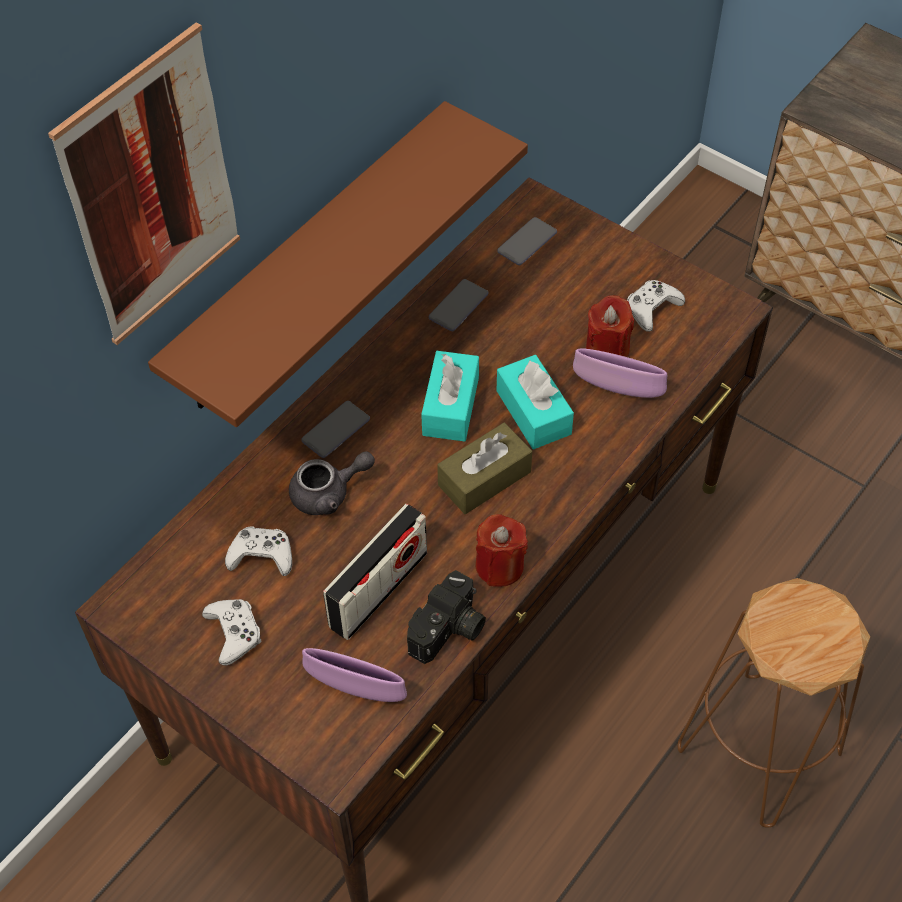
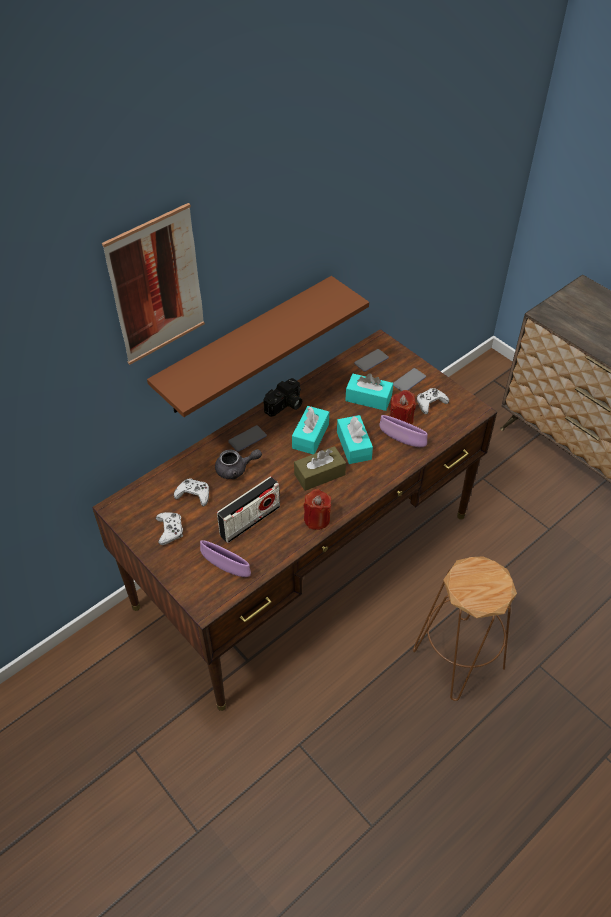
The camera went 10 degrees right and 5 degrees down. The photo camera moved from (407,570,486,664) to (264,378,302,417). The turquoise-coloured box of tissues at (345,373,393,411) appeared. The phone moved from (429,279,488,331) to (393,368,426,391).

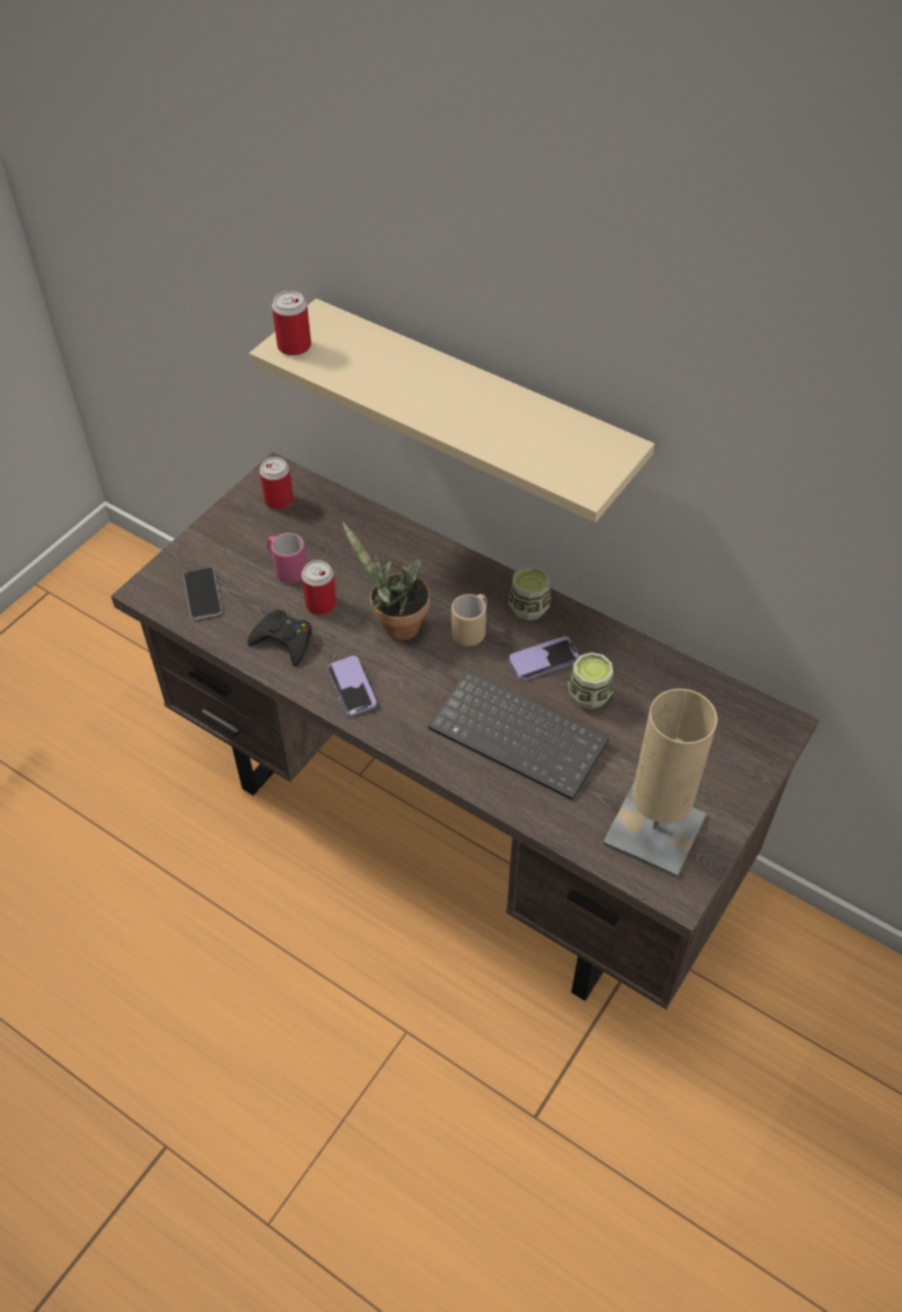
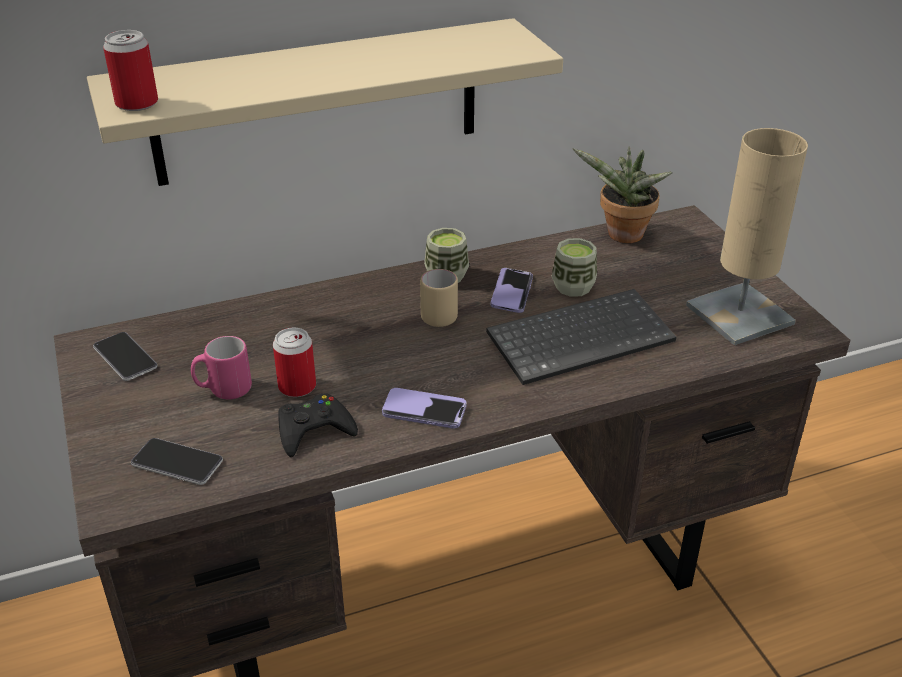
The camera went 55 degrees left and 15 degrees down. The sealed can at (259,457,293,510) was replaced by the phone at (93,332,158,381). The potted plant moved from (342,522,430,641) to (572,146,673,243).

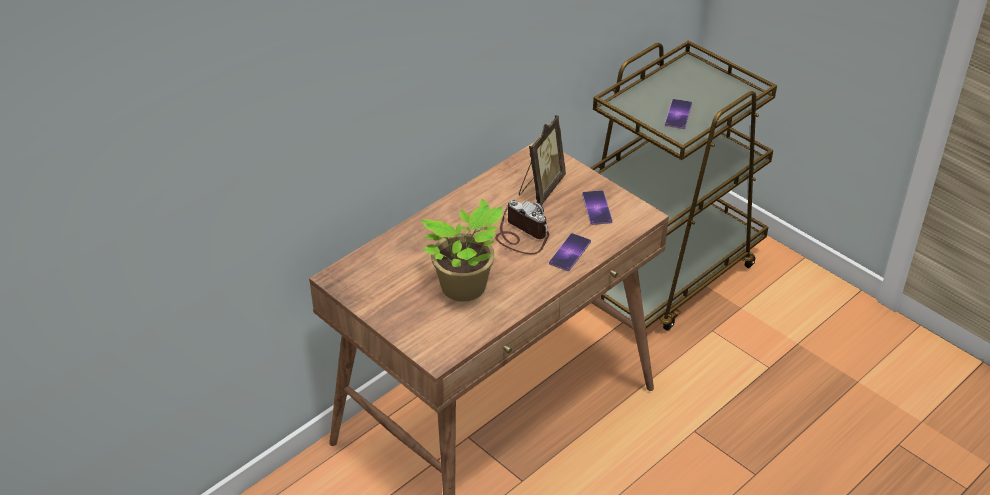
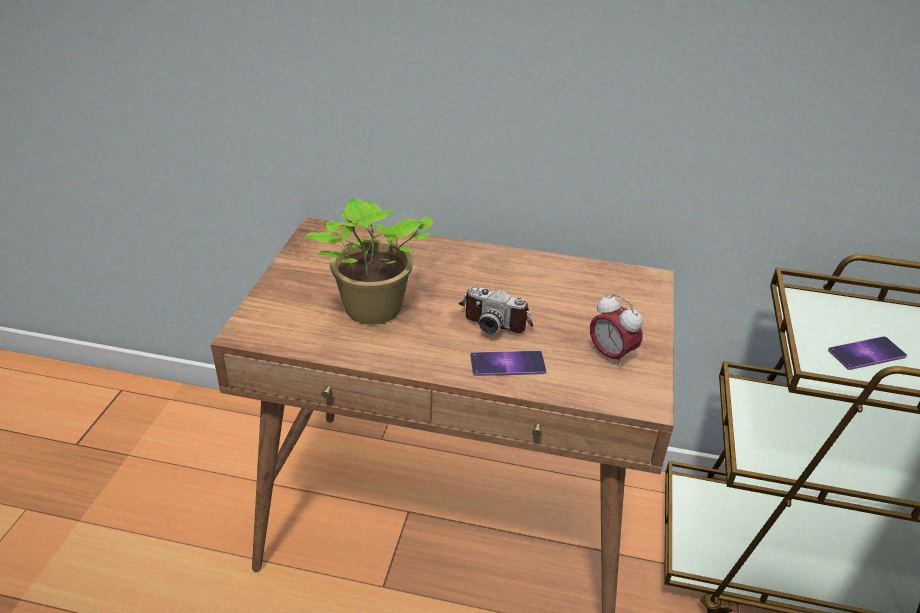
The camera went 55 degrees right and 5 degrees down. The photo camera at (495,200,550,254) turned 105 degrees clockwise. The phone at (582,190,613,225) was replaced by the bedside clock at (590,293,643,368). The standing frame at (519,115,566,205) disappeared.

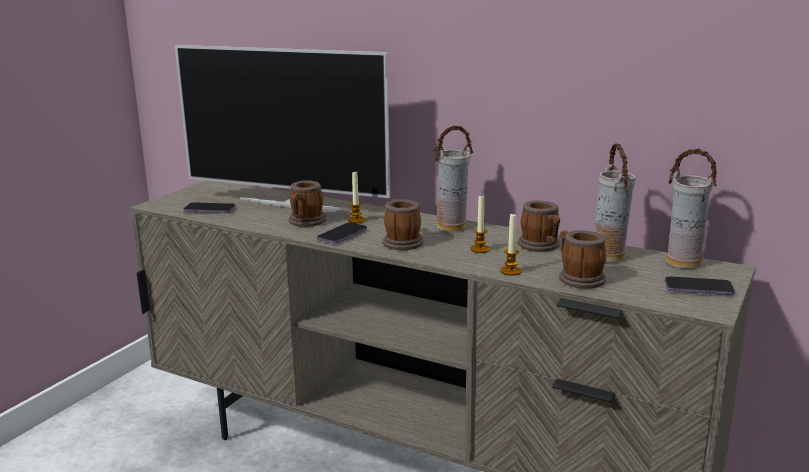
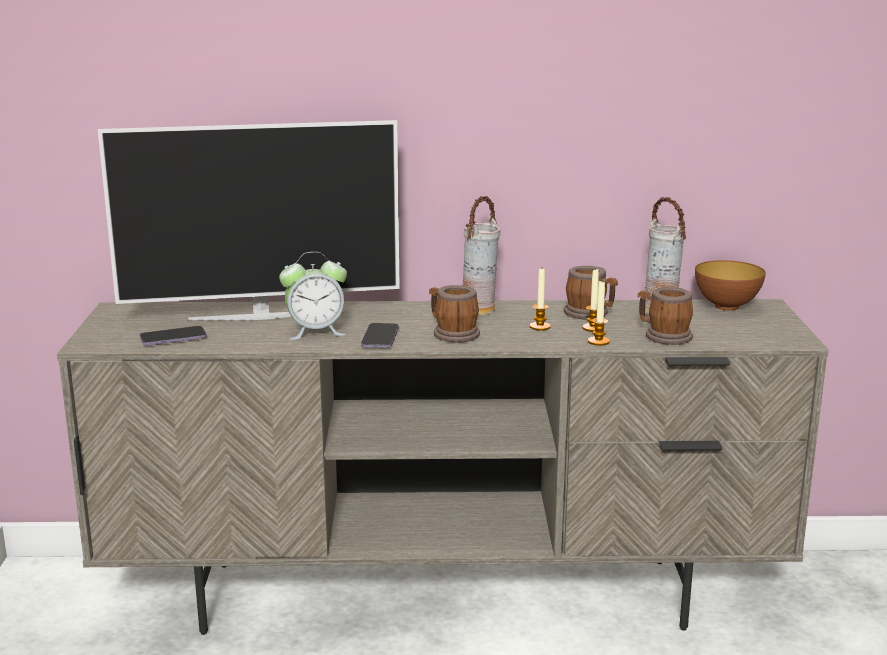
The camera went 30 degrees left and 0 degrees up. The tea mug at (289,180,327,227) was replaced by the bedside clock at (279,252,347,340). The wax light moved from (348,170,365,223) to (582,269,599,332). The decorative vase at (666,149,717,269) was replaced by the deep dish at (695,260,766,311). The phone at (665,276,735,295) disappeared.

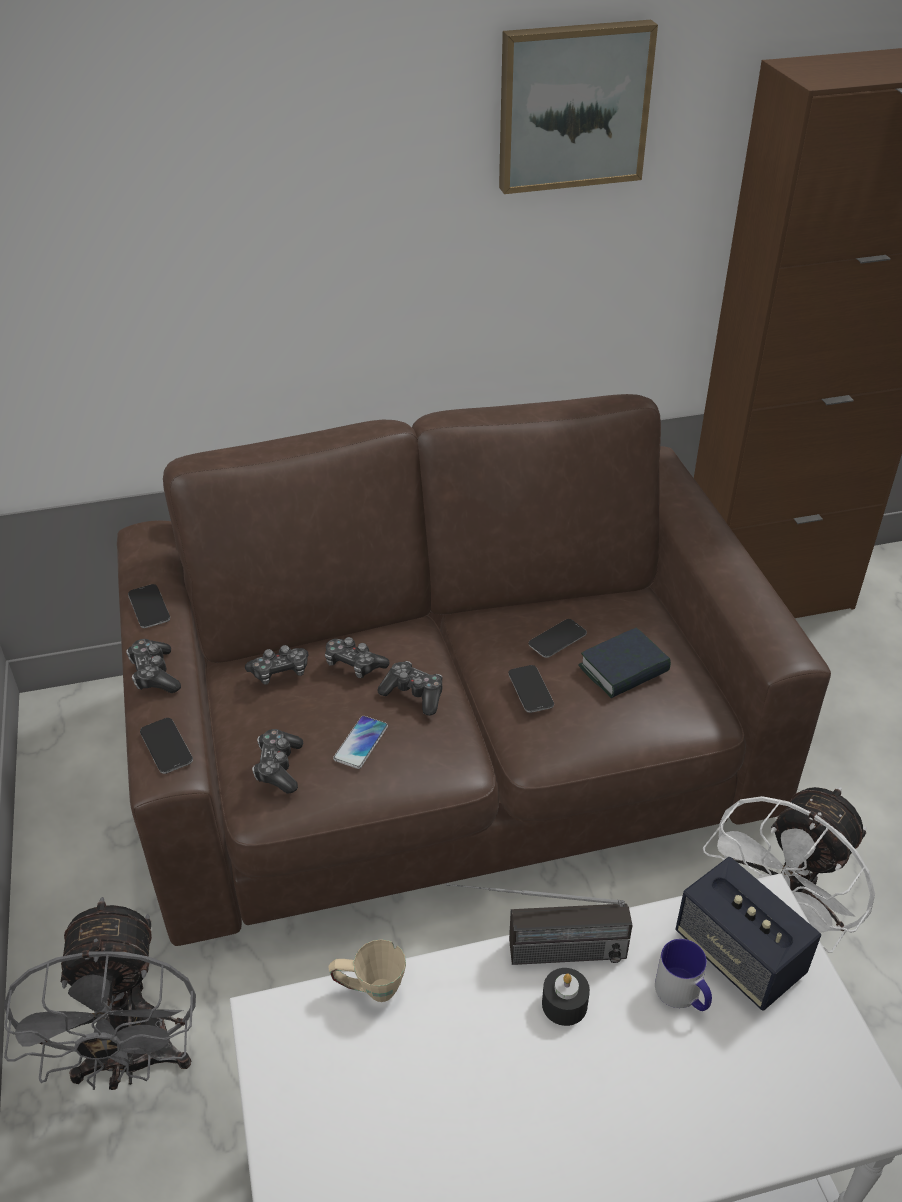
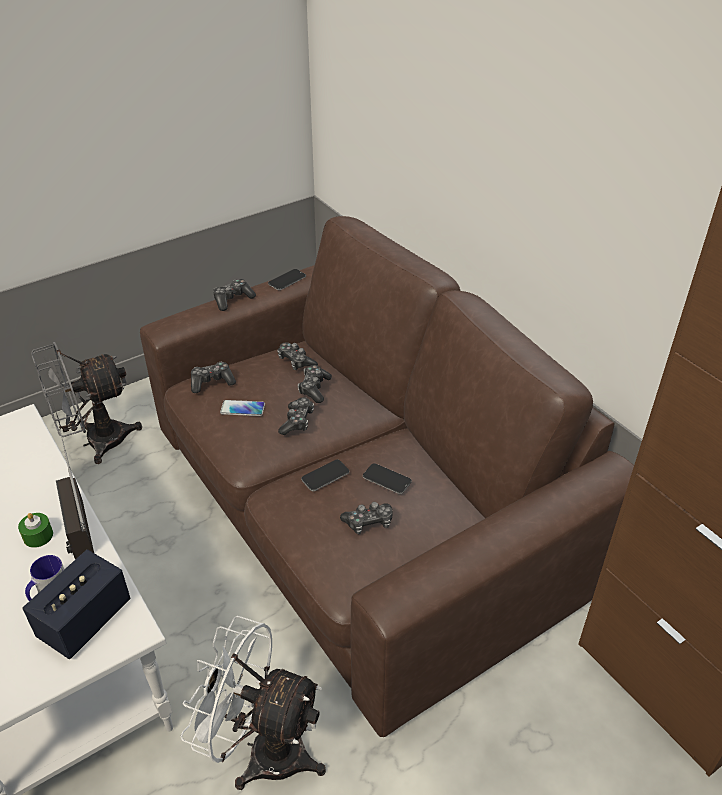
The camera went 70 degrees right and 0 degrees up. The black-coloured wax light at (542,968,590,1026) became the green wax light at (18,513,53,548). The volume at (578,627,671,698) was replaced by the gamepad at (340,502,393,534). The phone at (140,718,193,774) disappeared. The beige tea mug at (329,939,406,1002) disappeared. The wall picture at (499,20,658,194) disappeared.

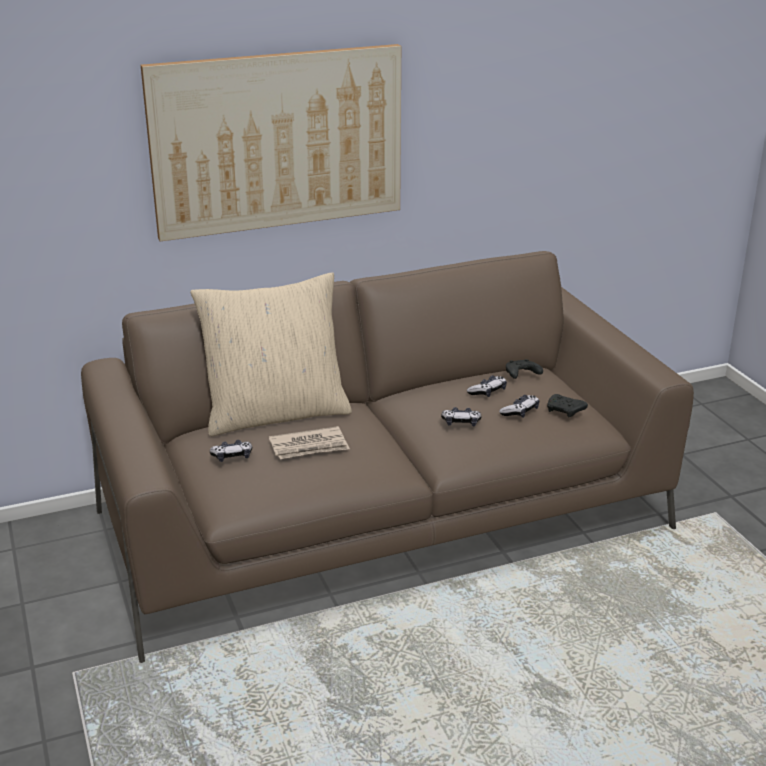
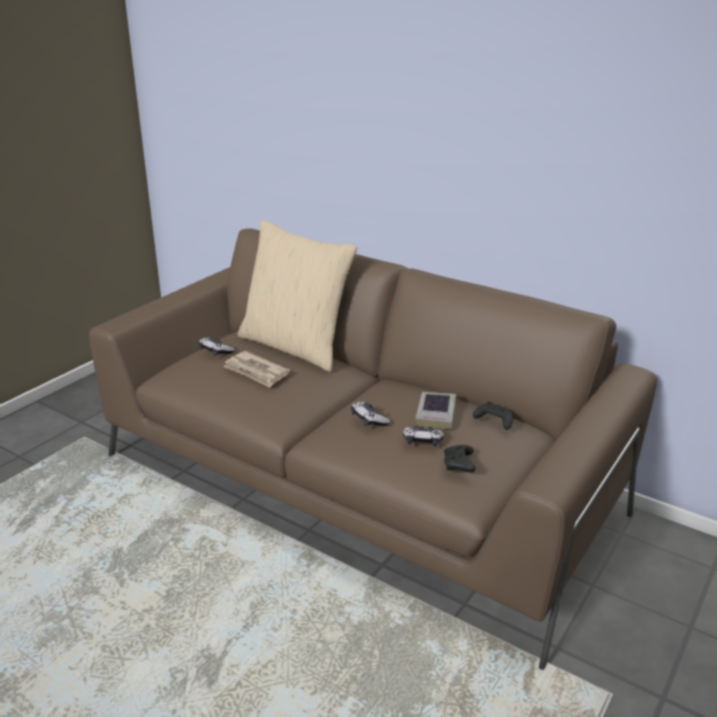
The camera went 55 degrees right and 0 degrees up. The gamepad at (467,375,507,397) was replaced by the volume at (415,392,456,429). The wall picture at (141,44,401,241) disappeared.

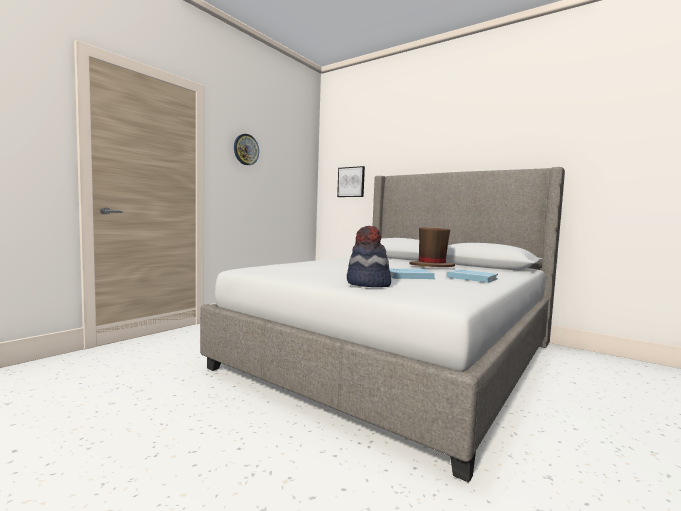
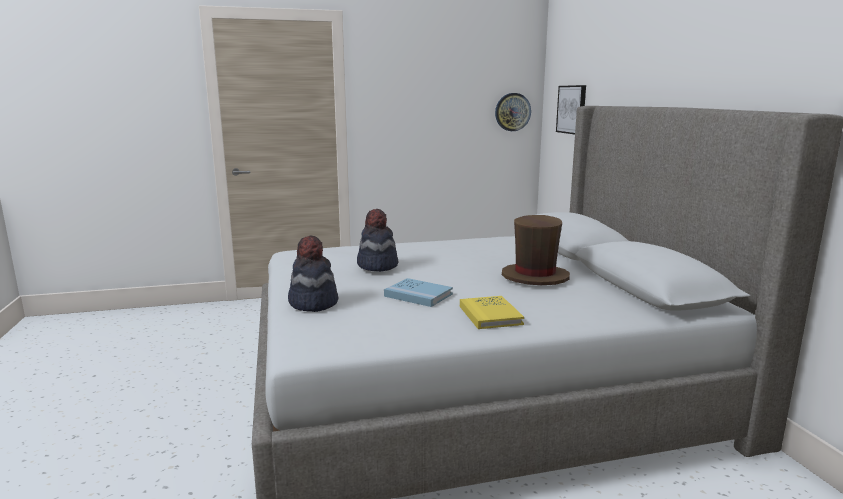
The camera went 40 degrees right and 10 degrees up. The clothing hat at (357,209,399,272) appeared. The blue volume at (446,269,498,283) became the yellow-coloured volume at (460,296,524,329). The hanging clock moved from (234,134,259,165) to (495,93,531,131).

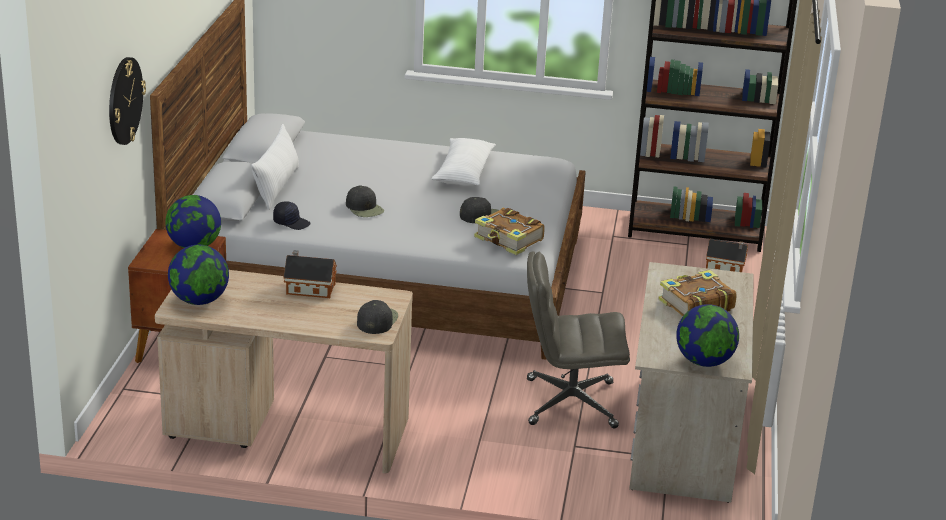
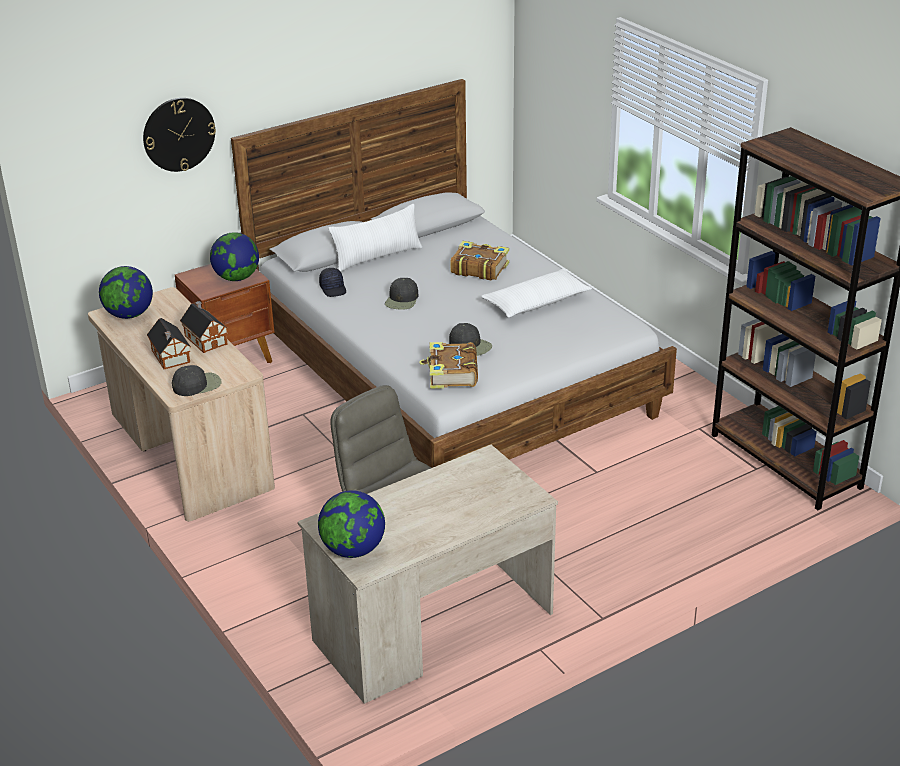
The camera went 50 degrees right and 5 degrees up. The toy house moved from (706,239,748,272) to (147,318,191,369). The volume moved from (658,270,737,316) to (450,241,509,280).

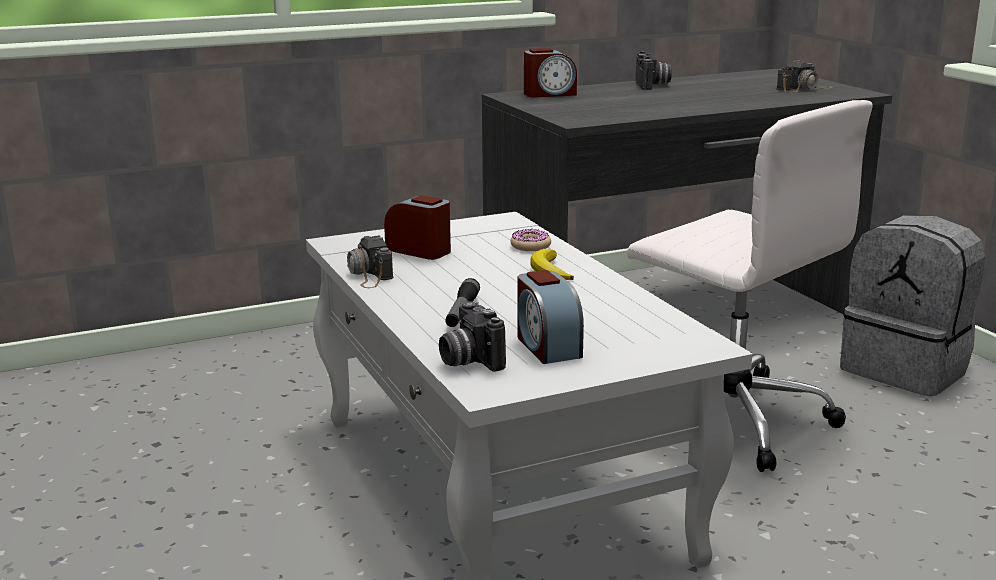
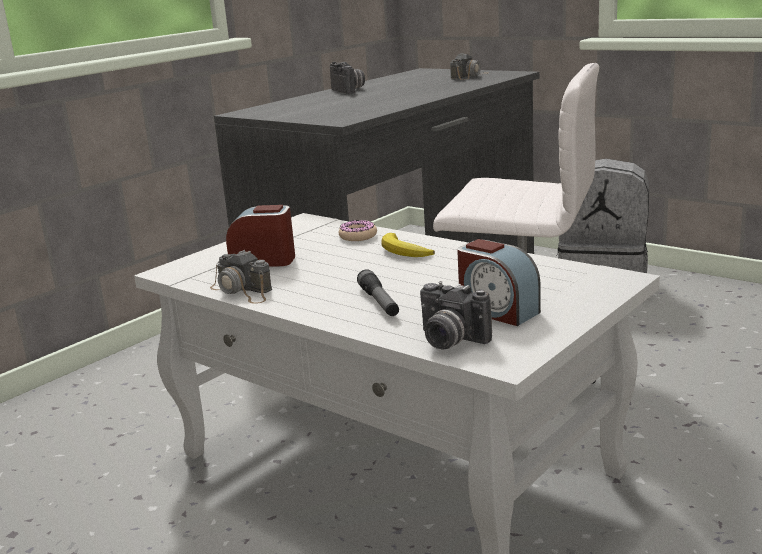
The camera went 25 degrees left and 0 degrees up. The bedside clock at (524,48,577,98) disappeared.

